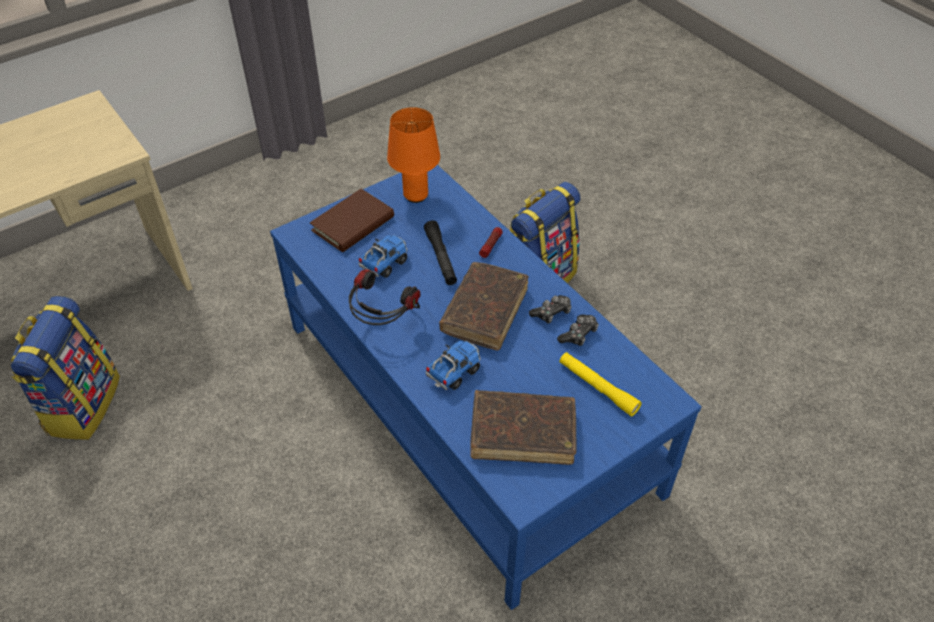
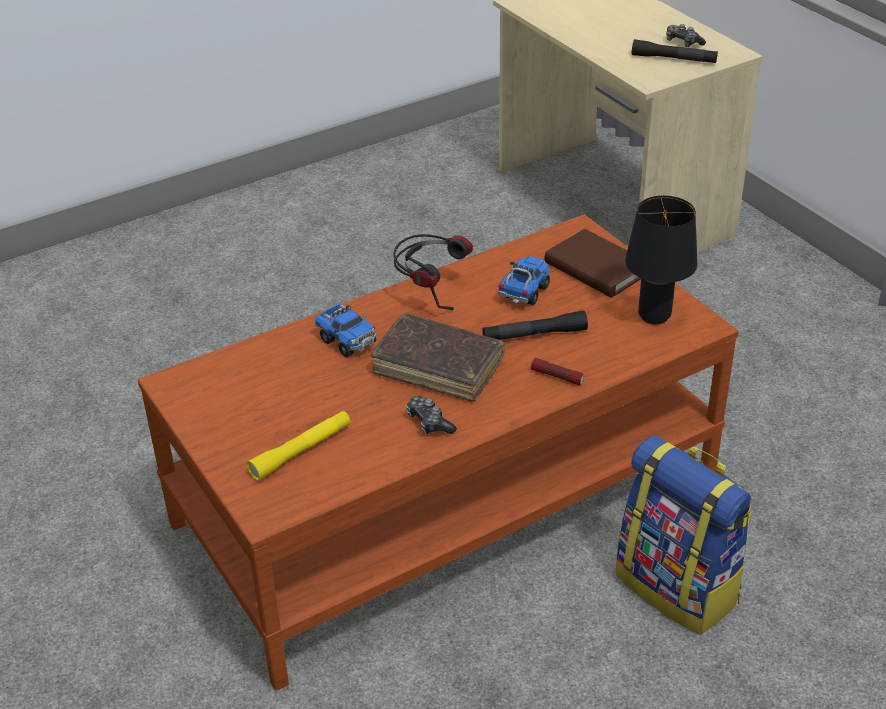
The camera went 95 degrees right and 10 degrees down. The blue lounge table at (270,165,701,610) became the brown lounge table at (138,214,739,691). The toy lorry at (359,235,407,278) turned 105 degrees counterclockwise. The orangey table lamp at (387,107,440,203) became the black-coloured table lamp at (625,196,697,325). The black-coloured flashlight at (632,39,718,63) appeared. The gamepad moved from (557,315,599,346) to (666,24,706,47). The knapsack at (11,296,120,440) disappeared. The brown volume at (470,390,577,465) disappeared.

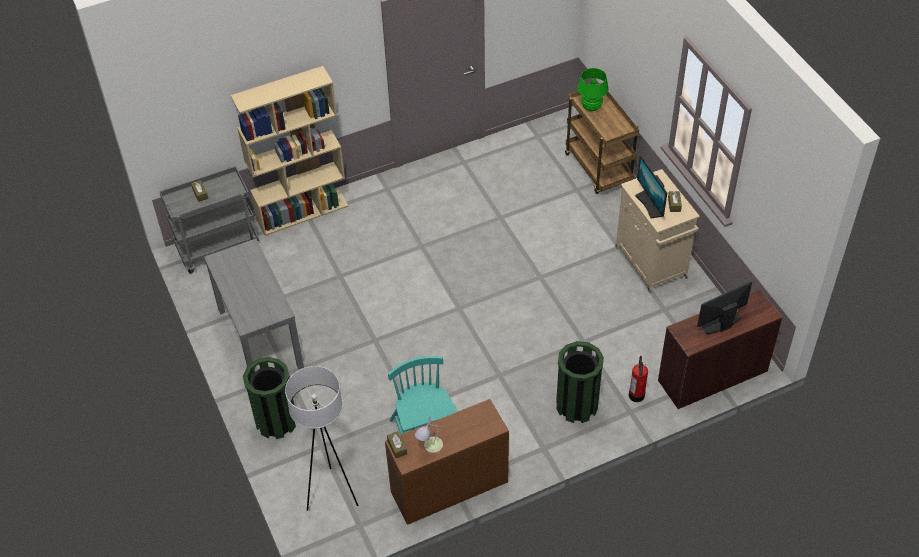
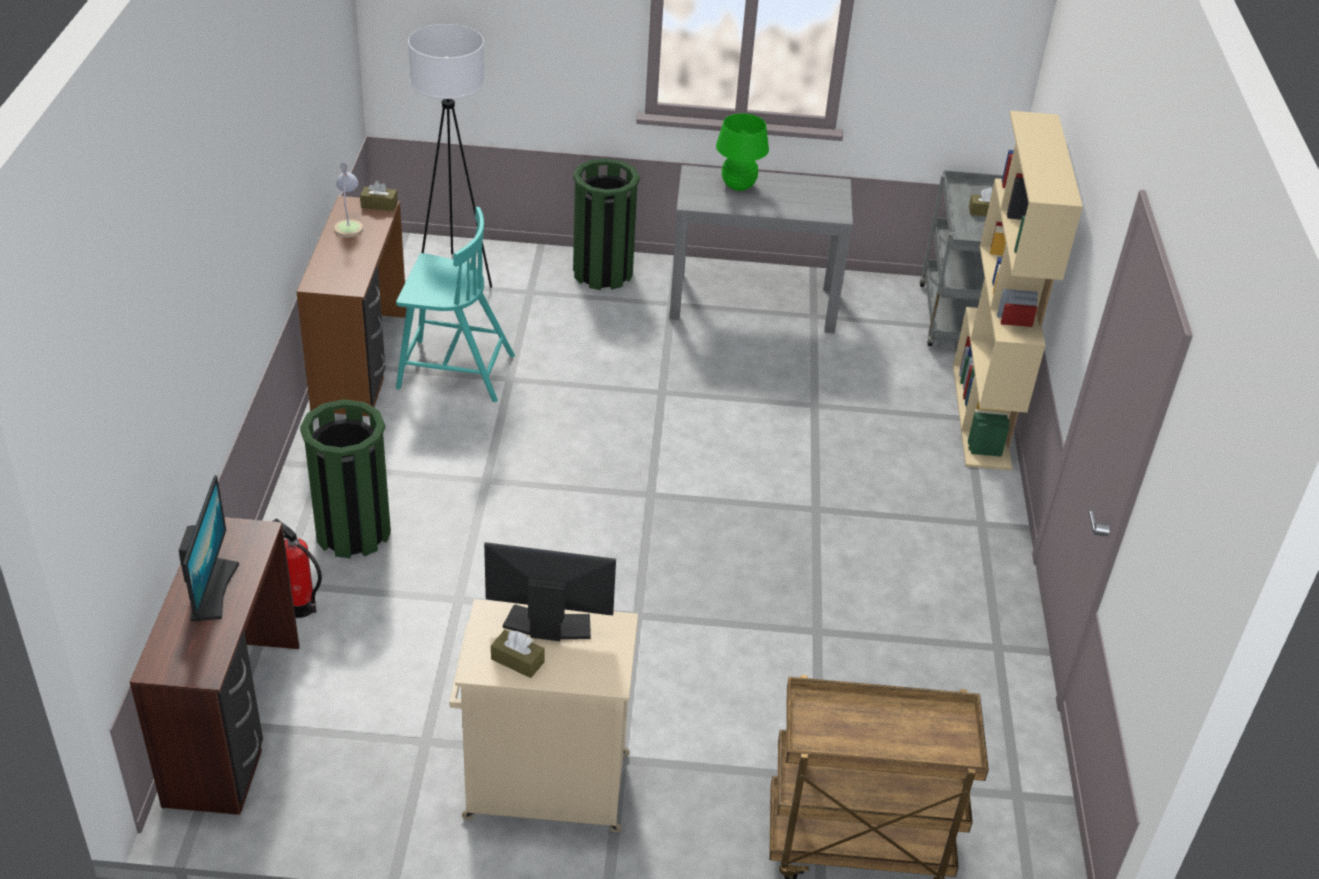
The camera went 115 degrees right and 10 degrees down. The green table lamp moved from (577,68,609,111) to (716,113,769,191).

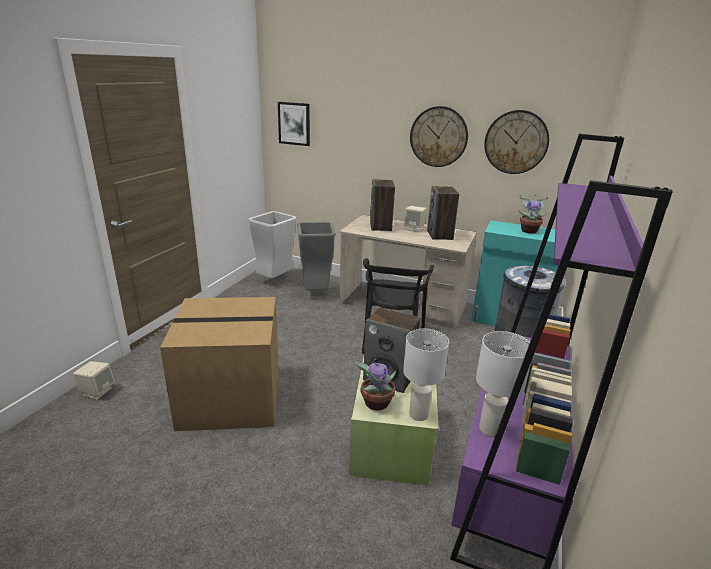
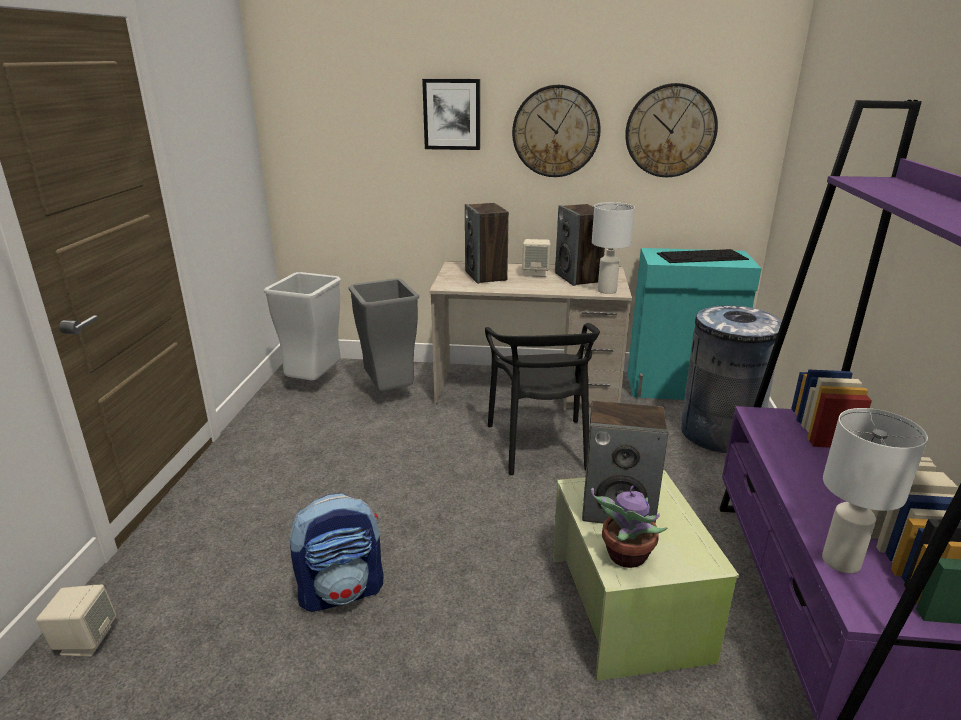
The camera went 15 degrees left and 0 degrees up. The cardboard box at (160,297,279,431) was replaced by the knapsack at (289,493,383,612). The wall picture moved from (278,102,310,146) to (422,79,480,150). The white-coloured table lamp moved from (403,329,449,421) to (592,202,635,294). The potted plant at (518,195,548,234) was replaced by the keyboard at (657,249,749,263).

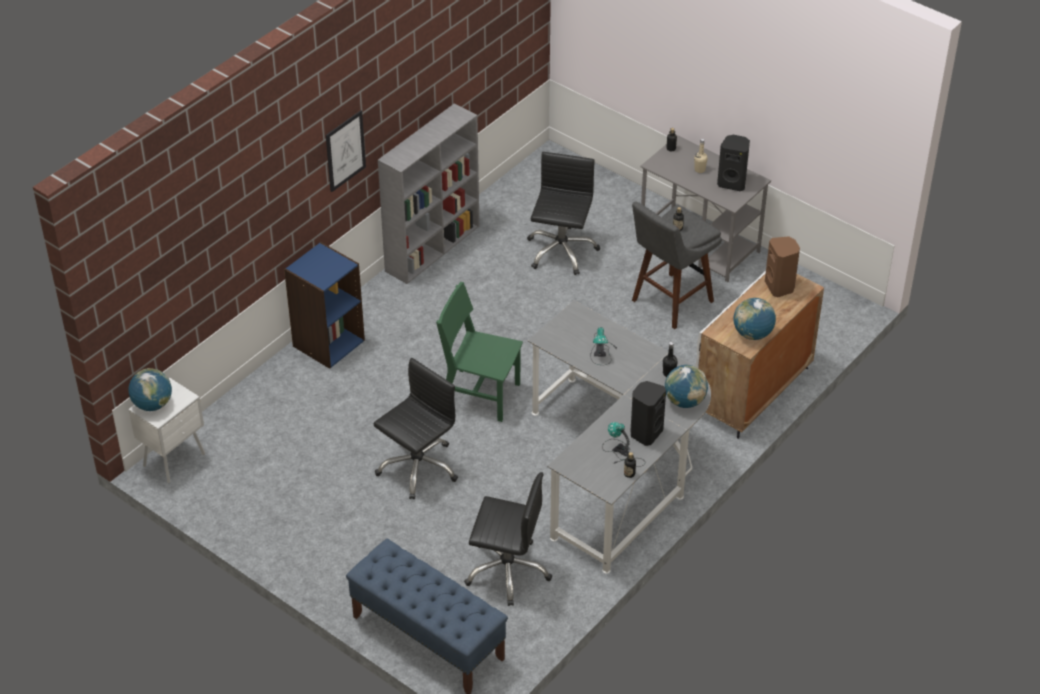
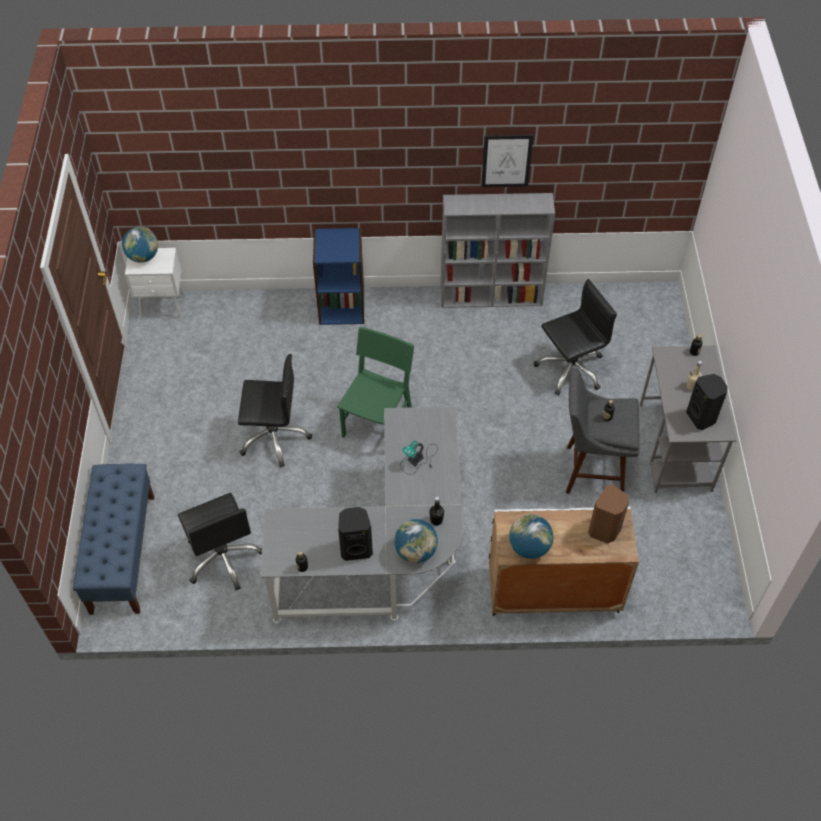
The camera went 50 degrees right and 10 degrees up. The green chair at (436,282,523,422) turned 45 degrees clockwise. The wall picture moved from (326,110,366,192) to (481,135,533,187). The table lamp at (602,422,645,467) disappeared.

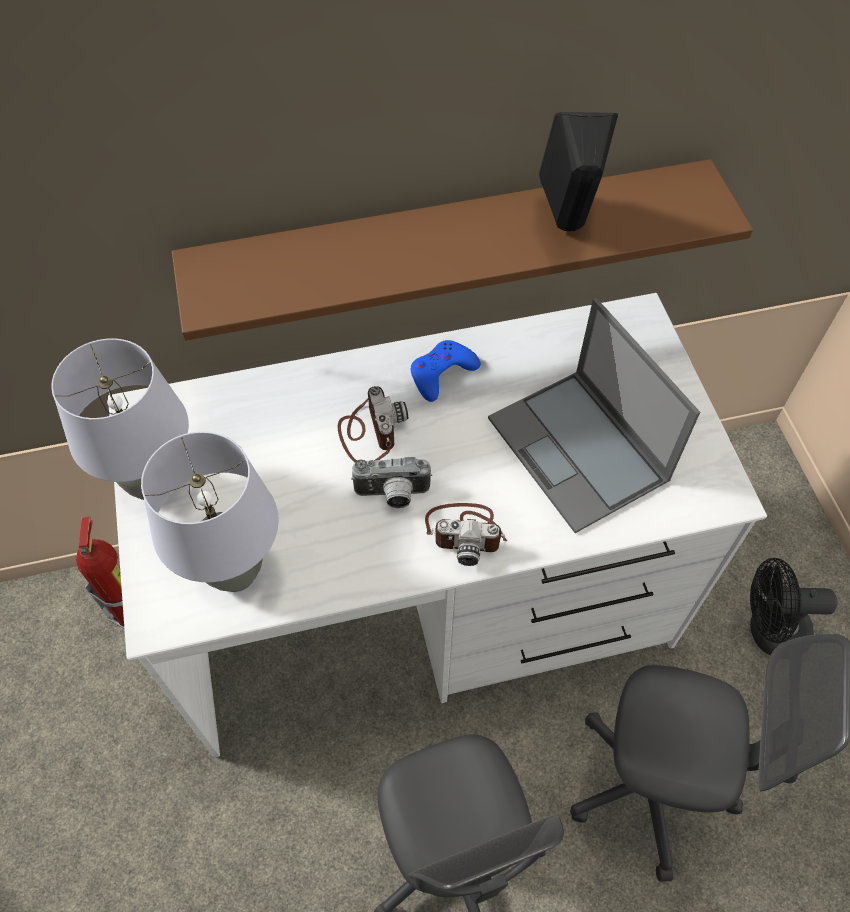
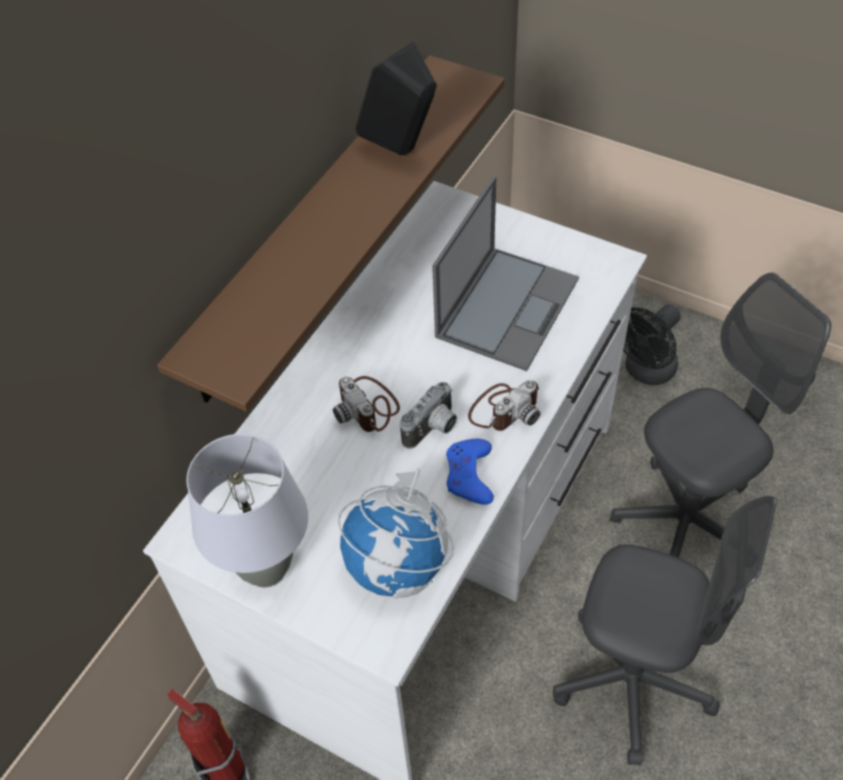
The camera went 45 degrees left and 5 degrees down. The photo camera at (338,386,408,463) turned 150 degrees counterclockwise. The gray table lamp at (141,431,279,592) was replaced by the world globe at (338,468,454,599). The notebook computer at (488,298,700,533) turned 75 degrees counterclockwise. The blue gamepad moved from (411,340,481,402) to (446,439,494,505).

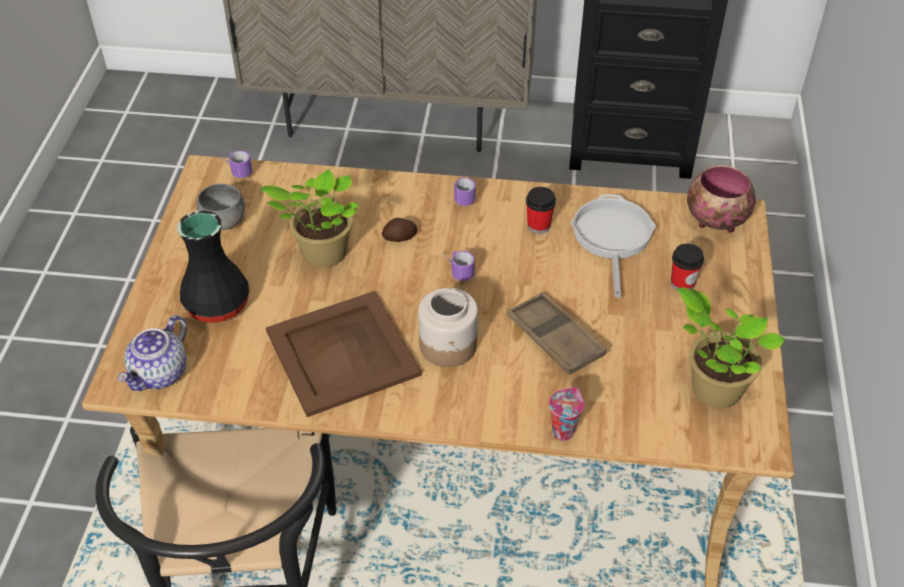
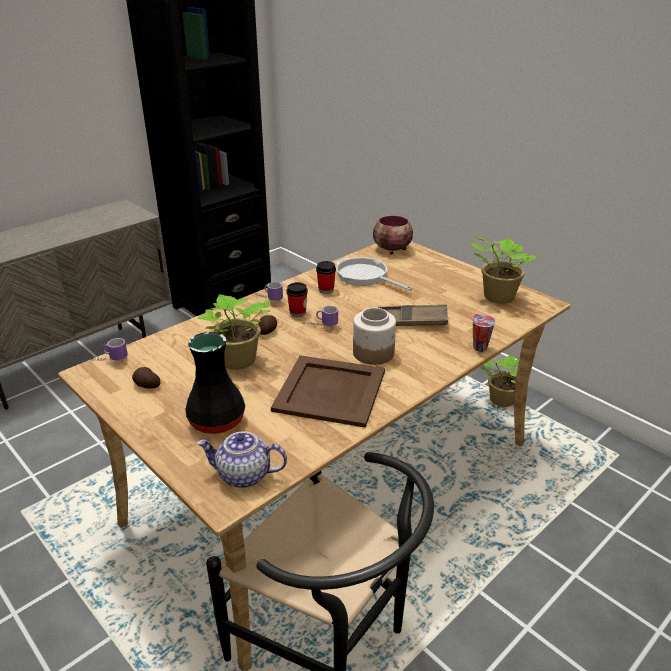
The camera went 50 degrees left and 15 degrees down. The gray deep dish at (197,184,245,230) was replaced by the spud at (132,367,161,389). The pot for tea at (118,315,187,391) turned 120 degrees clockwise. The small cup moved from (671,243,704,291) to (286,282,308,317). The potted plant at (480,355,531,407) appeared.

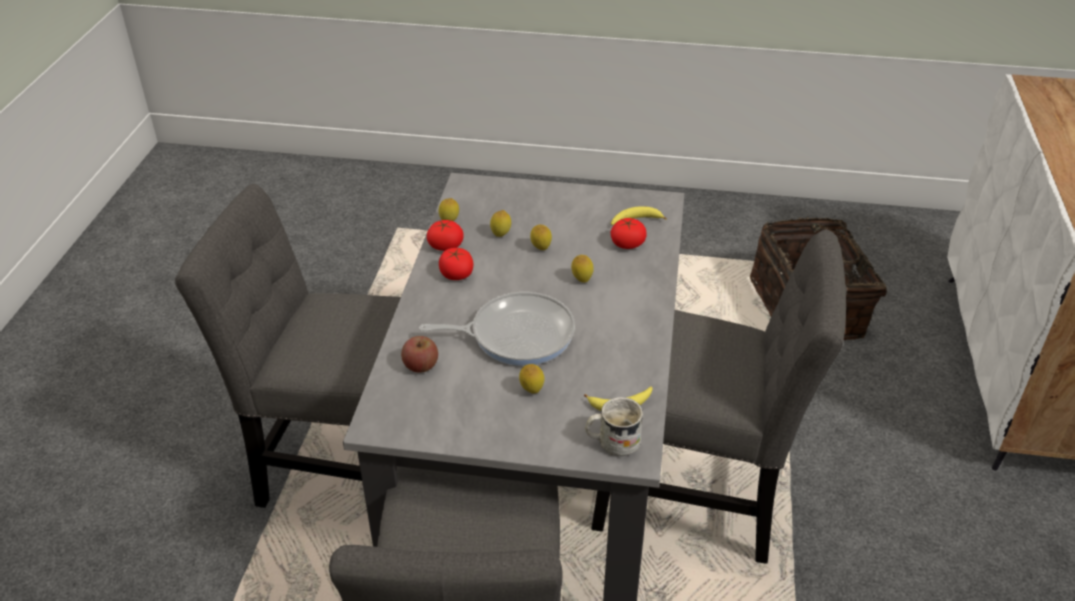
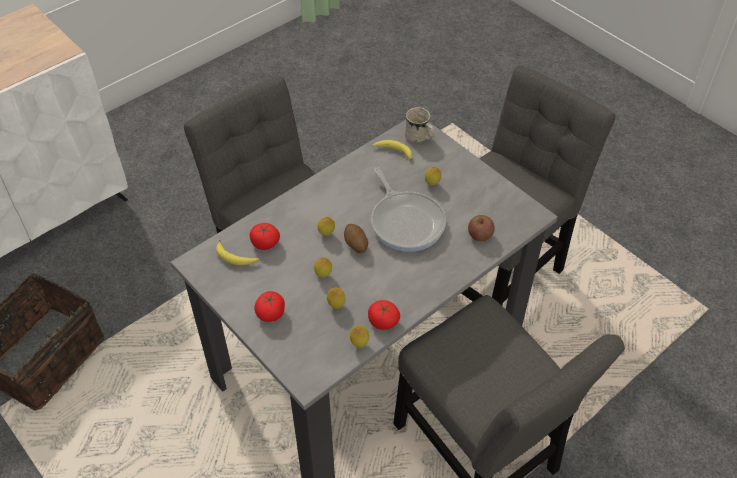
The camera went 140 degrees left and 10 degrees up. The whole tomato moved from (439,248,473,280) to (254,291,285,322). The spud at (344,224,368,253) appeared. The frying pan at (419,292,575,366) turned 150 degrees counterclockwise.

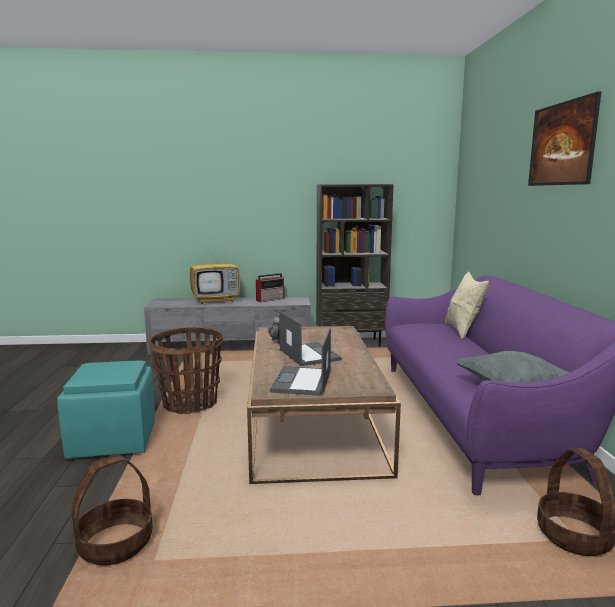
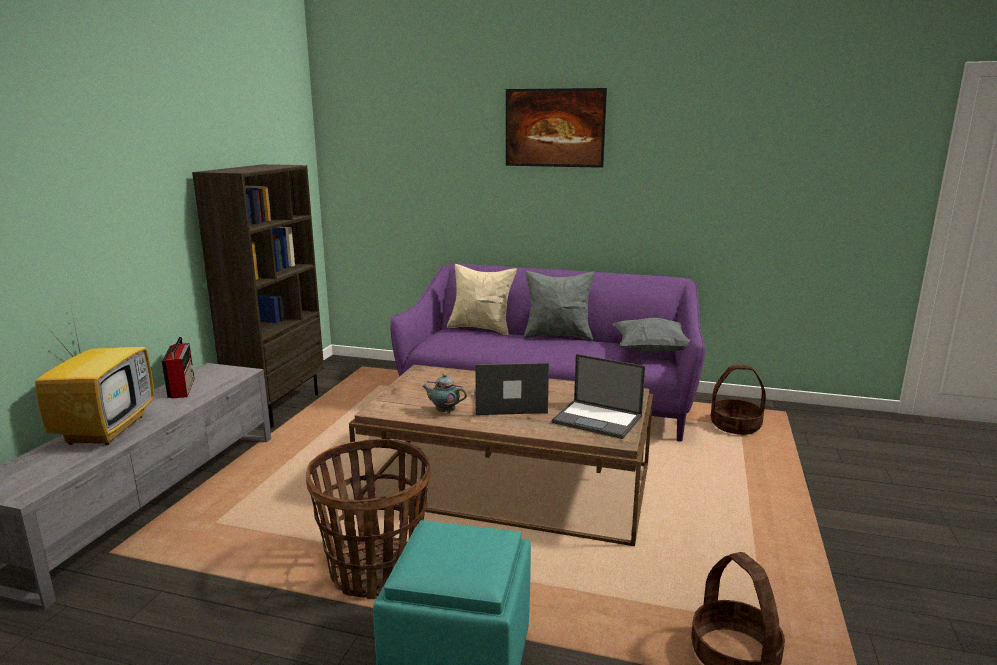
The camera went 70 degrees left and 5 degrees up. The gray pillow at (524,271,595,340) appeared.

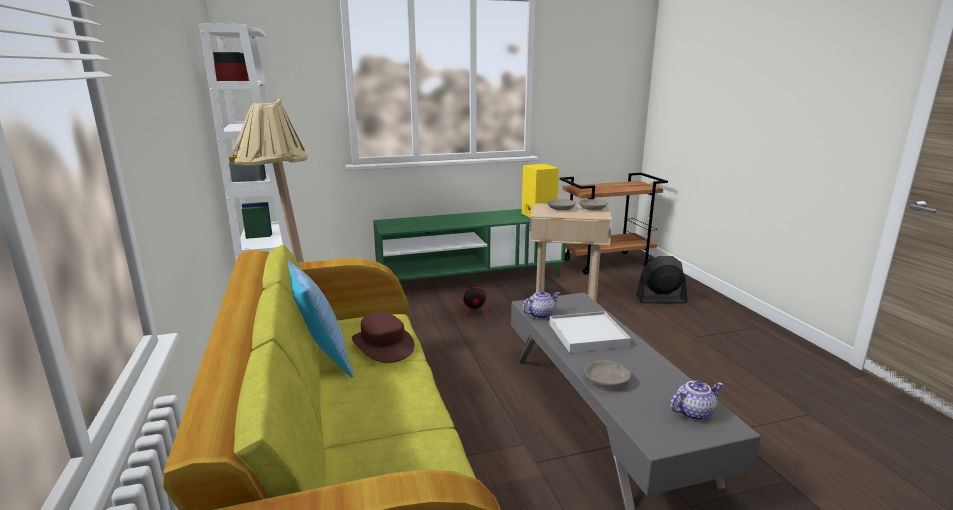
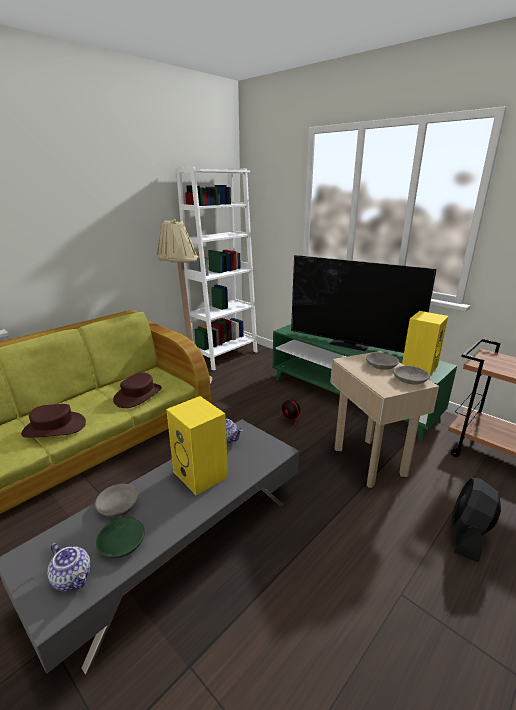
The camera went 60 degrees right and 5 degrees up. The brown clothing hat at (21,404,86,438) appeared. The green deep dish at (96,517,145,559) appeared. The white-coloured tray at (549,311,631,353) was replaced by the yellow-coloured audio speaker at (166,396,228,495). The TV set at (291,255,437,353) appeared. The black-coloured cooling fan at (636,256,687,304) turned 120 degrees counterclockwise. The pillow at (288,260,353,377) disappeared.

